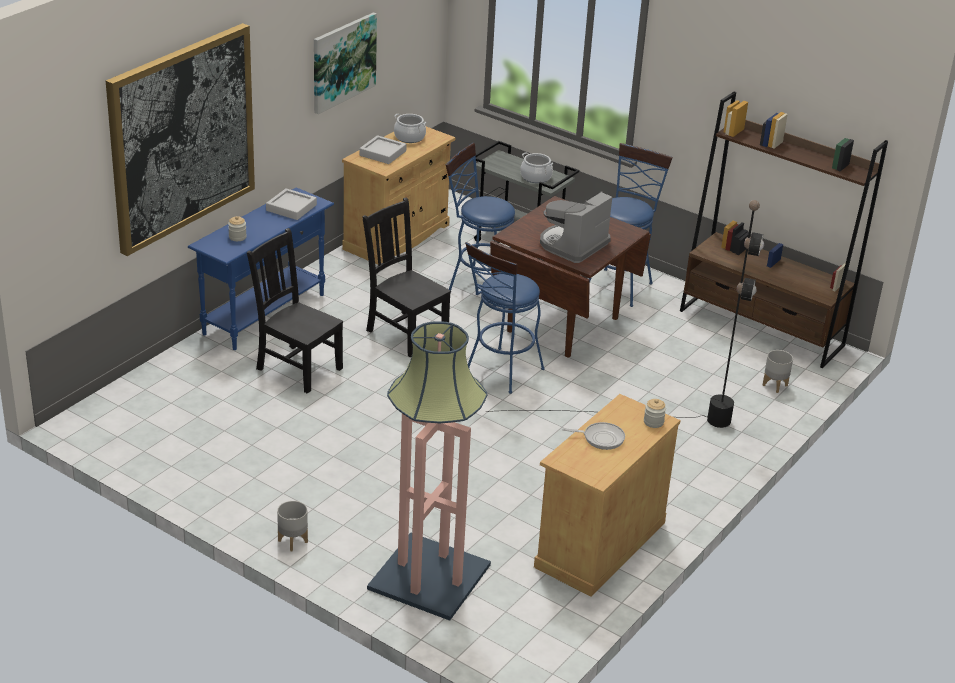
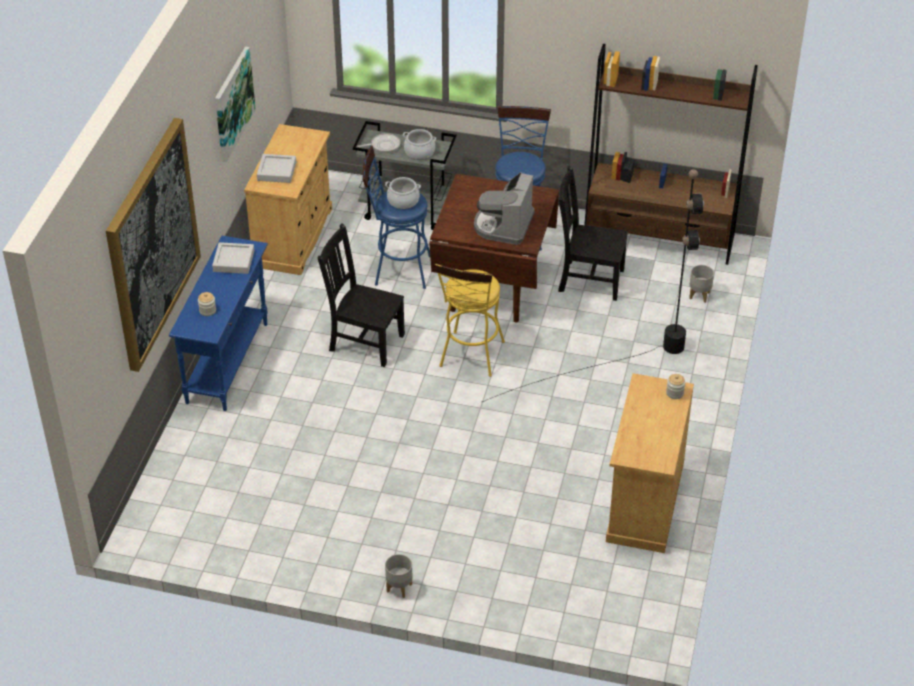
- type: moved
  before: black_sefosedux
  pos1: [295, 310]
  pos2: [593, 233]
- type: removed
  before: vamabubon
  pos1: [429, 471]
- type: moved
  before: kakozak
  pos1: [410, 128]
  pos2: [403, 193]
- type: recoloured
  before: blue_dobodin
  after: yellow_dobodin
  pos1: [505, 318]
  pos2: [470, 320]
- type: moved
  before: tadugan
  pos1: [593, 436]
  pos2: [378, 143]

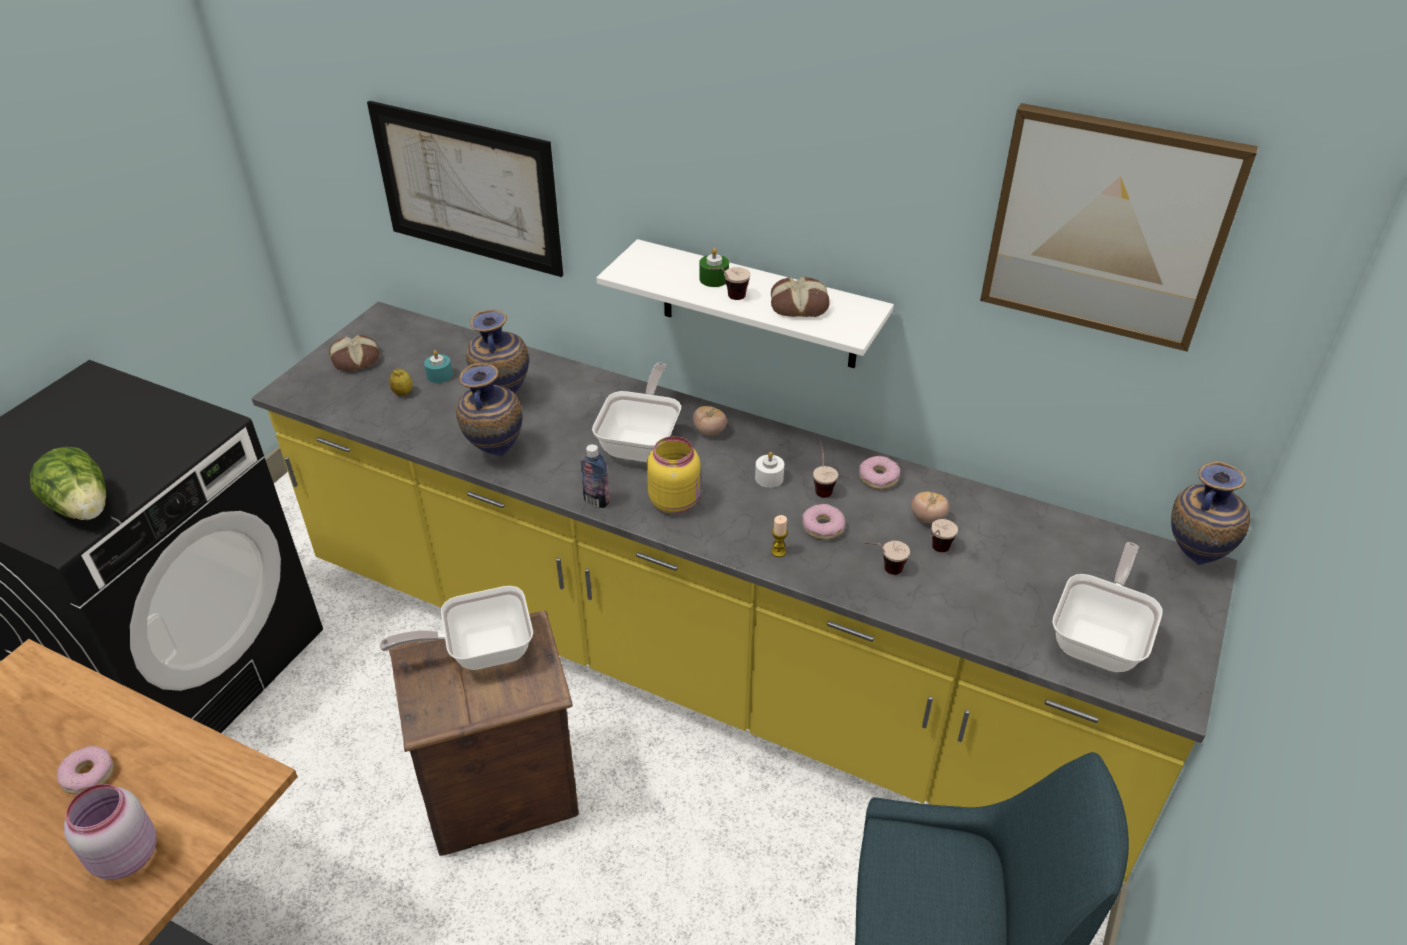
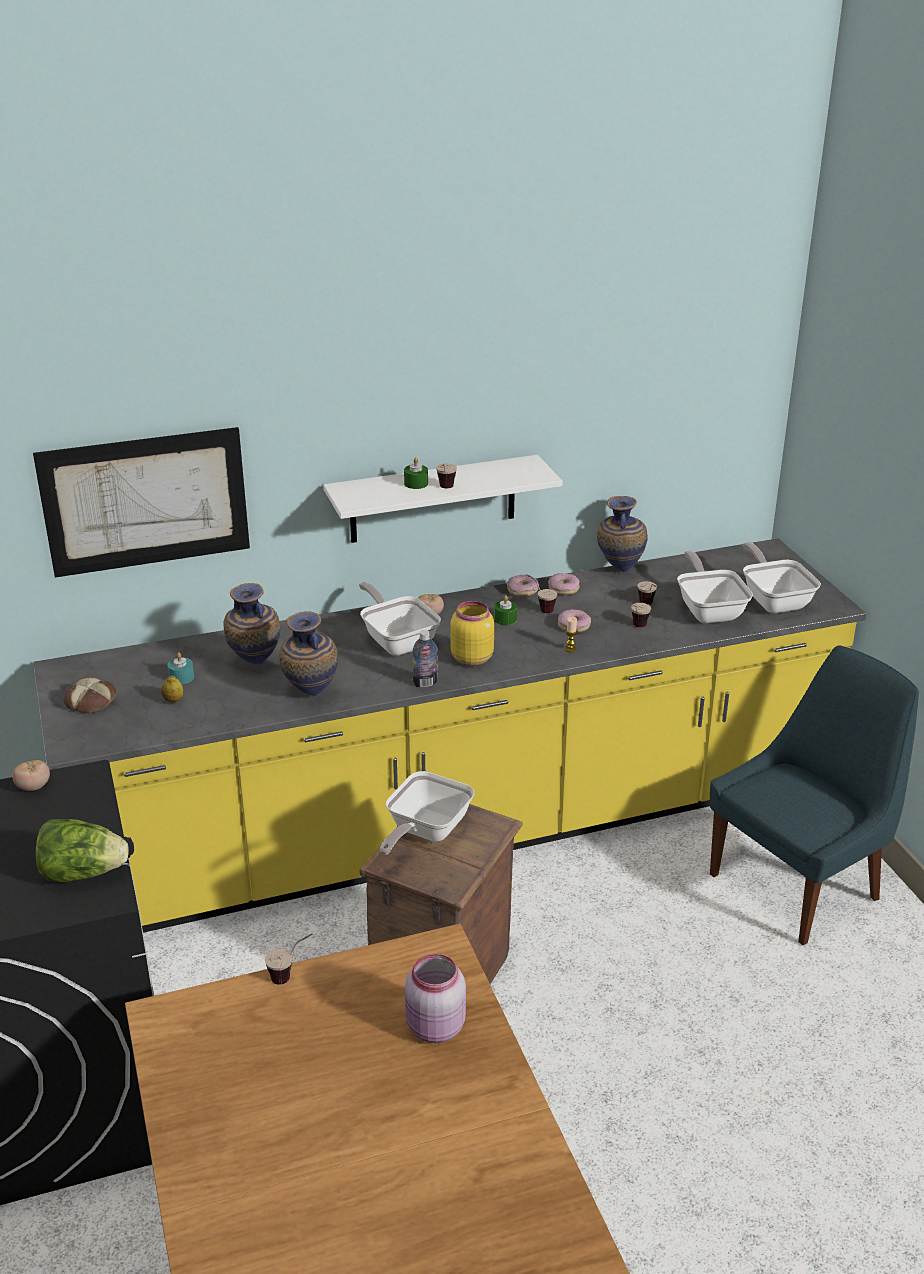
- type: moved
  before: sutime
  pos1: [85, 770]
  pos2: [523, 586]
- type: recoloured
  before: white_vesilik
  after: green_vesilik
  pos1: [769, 470]
  pos2: [505, 610]
- type: removed
  before: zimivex
  pos1: [800, 296]
- type: moved
  before: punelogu
  pos1: [930, 508]
  pos2: [31, 775]
- type: removed
  before: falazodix
  pos1: [1119, 227]
- type: moved
  before: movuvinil
  pos1: [1210, 513]
  pos2: [622, 534]
- type: added
  after: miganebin
  pos2: [289, 959]
- type: added
  after: tadugan
  pos2: [715, 587]

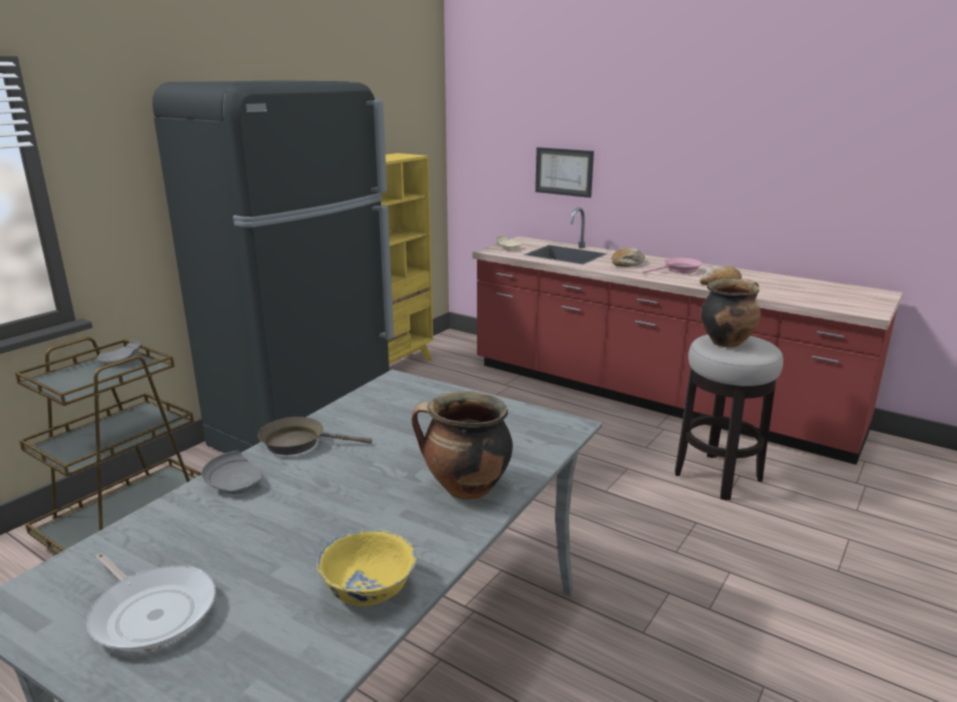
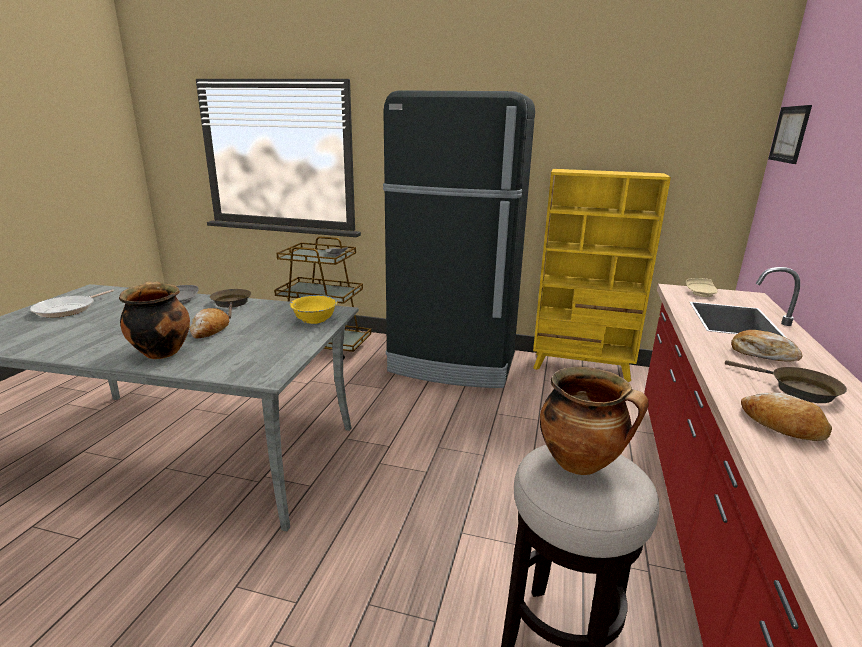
- type: moved
  before: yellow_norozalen
  pos1: [366, 567]
  pos2: [313, 309]
- type: moved
  before: falazodix
  pos1: [564, 172]
  pos2: [790, 134]
- type: recoloured
  before: pink_tadugan
  after: brown_tadugan
  pos1: [672, 265]
  pos2: [786, 381]
- type: added
  after: zimivex
  pos2: [209, 323]

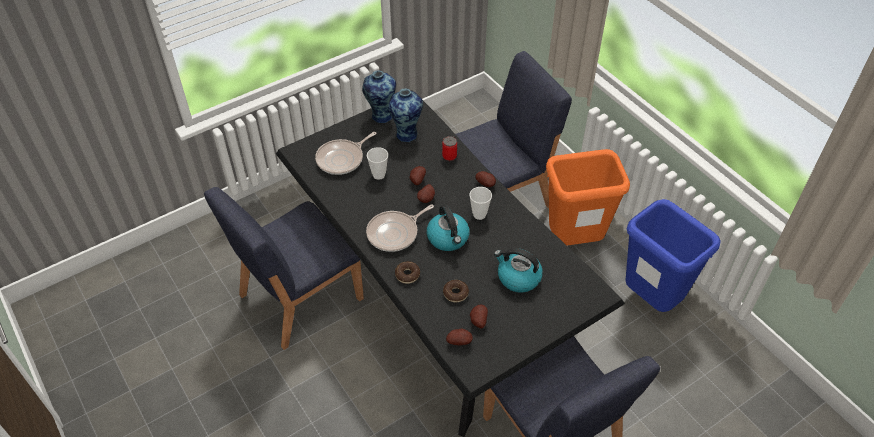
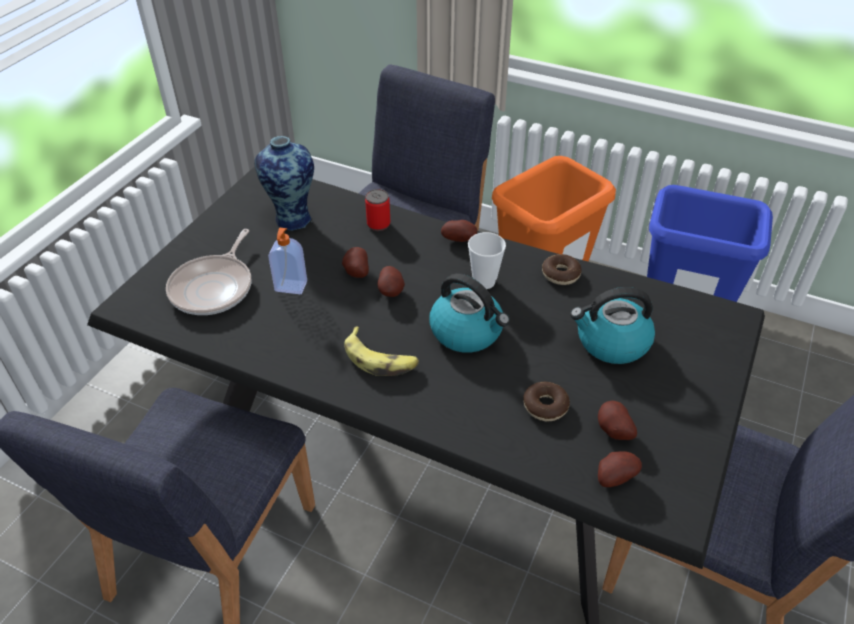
- type: removed
  before: movuvinil
  pos1: [379, 96]
- type: replaced
  before: tadugan
  after: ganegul
  pos1: [400, 228]
  pos2: [381, 351]
- type: replaced
  before: miganebin
  after: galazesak
  pos1: [377, 163]
  pos2: [287, 261]
- type: moved
  before: sutime
  pos1: [407, 272]
  pos2: [562, 269]

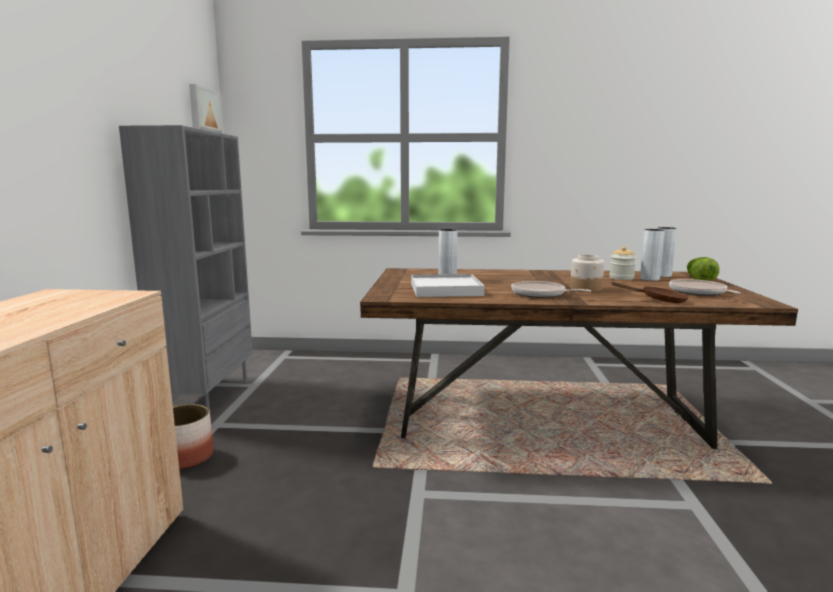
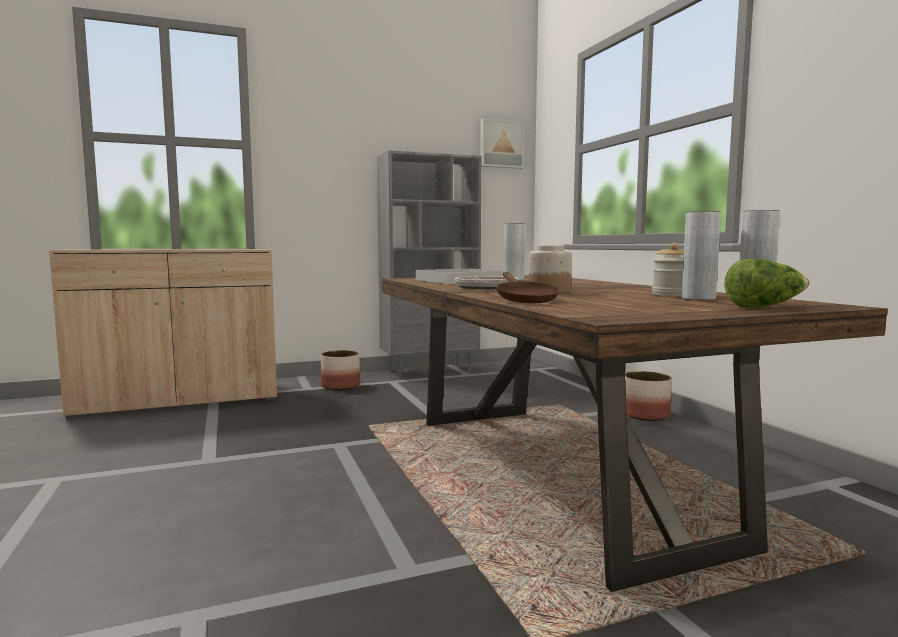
- type: removed
  before: tadugan
  pos1: [705, 287]
- type: added
  after: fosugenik
  pos2: [648, 396]

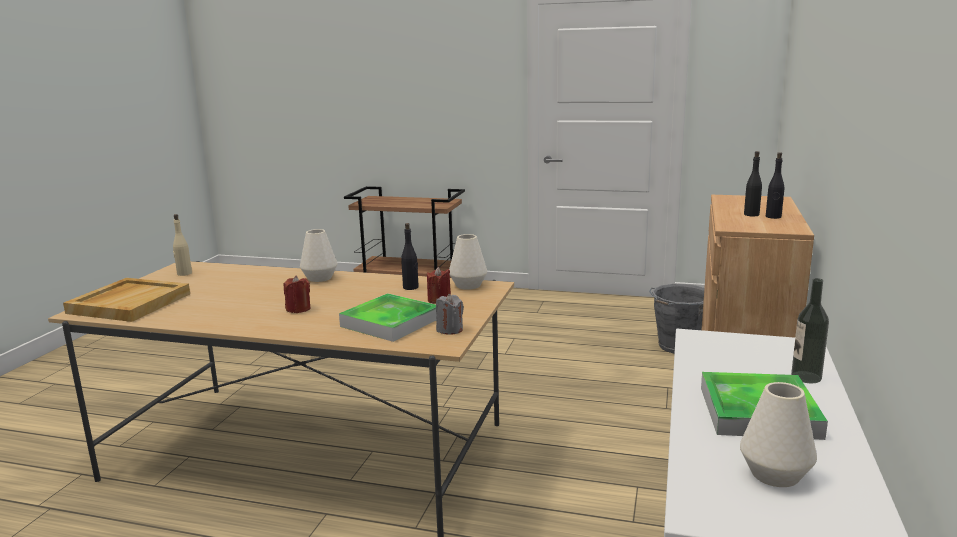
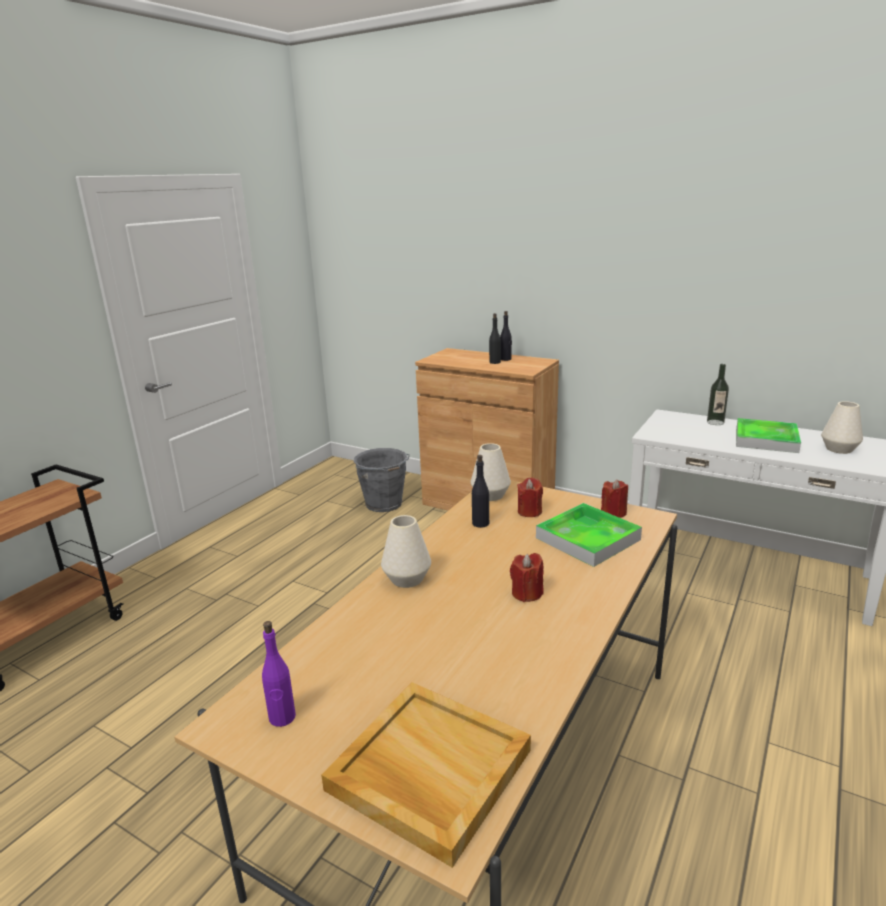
- type: recoloured
  before: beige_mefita
  after: purple_mefita
  pos1: [182, 245]
  pos2: [279, 674]
- type: recoloured
  before: grey_vesilik
  after: red_vesilik
  pos1: [450, 314]
  pos2: [614, 499]

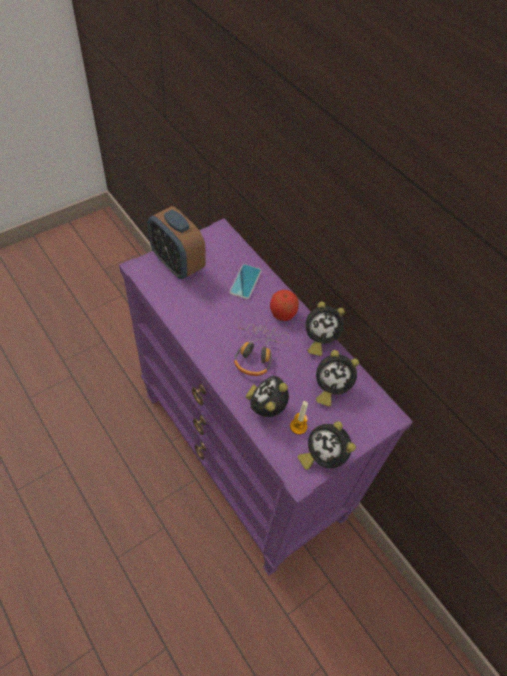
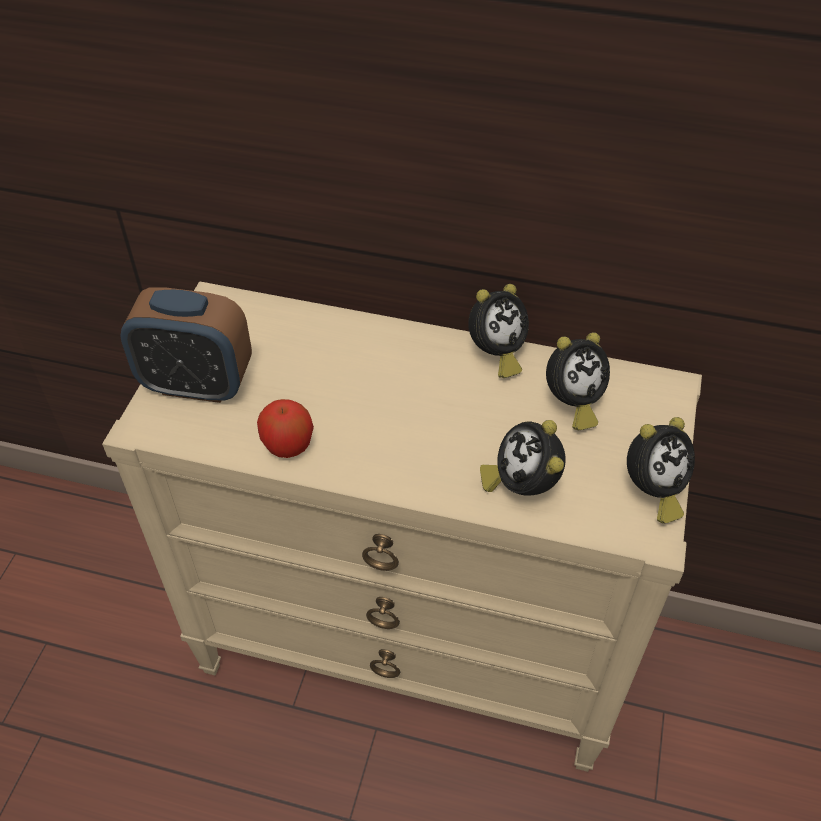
- type: recoloured
  before: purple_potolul
  after: beige_potolul
  pos1: [266, 397]
  pos2: [402, 526]
- type: removed
  before: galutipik
  pos1: [245, 281]
- type: removed
  before: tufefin
  pos1: [261, 350]
- type: moved
  before: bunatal
  pos1: [284, 305]
  pos2: [285, 428]
- type: removed
  before: vesilik
  pos1: [299, 418]
- type: turned
  before: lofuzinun
  pos1: [327, 445]
  pos2: [661, 470]
  turn: -45

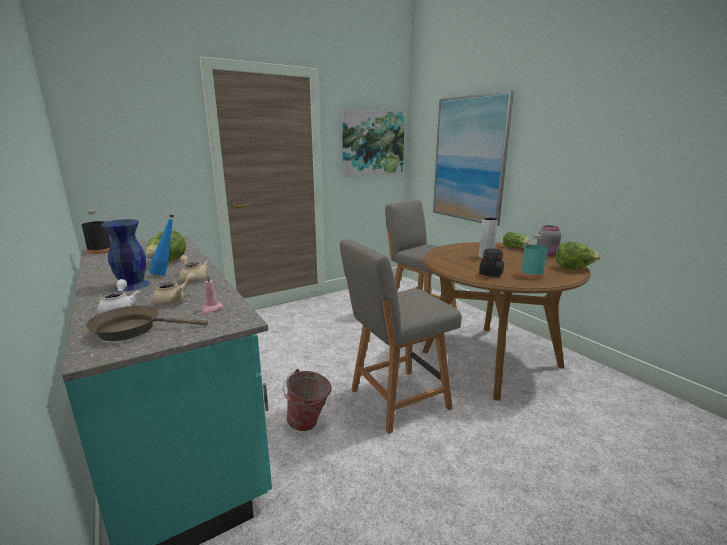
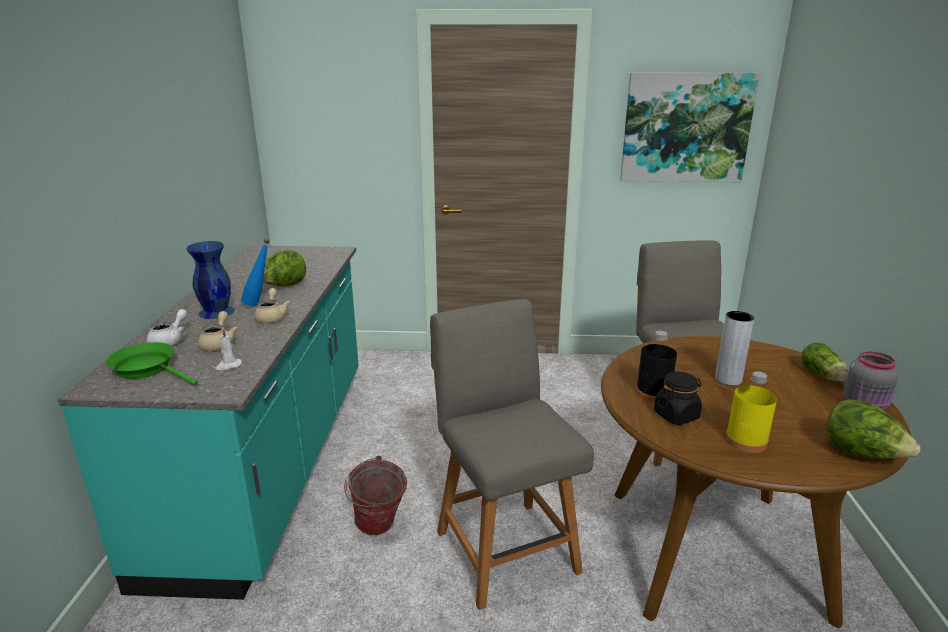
- type: moved
  before: black_mefita
  pos1: [96, 232]
  pos2: [656, 366]
- type: recoloured
  before: brown_tadugan
  after: green_tadugan
  pos1: [147, 323]
  pos2: [151, 363]
- type: turned
  before: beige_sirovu
  pos1: [174, 289]
  pos2: [218, 331]
  turn: -75
- type: recoloured
  before: pink_vesilik
  after: white_vesilik
  pos1: [212, 294]
  pos2: [228, 349]
- type: turned
  before: grey_sefosedux
  pos1: [401, 336]
  pos2: [512, 454]
  turn: 60
- type: removed
  before: falazodix
  pos1: [473, 158]
- type: recoloured
  before: turquoise_mefita
  after: yellow_mefita
  pos1: [534, 256]
  pos2: [751, 412]

